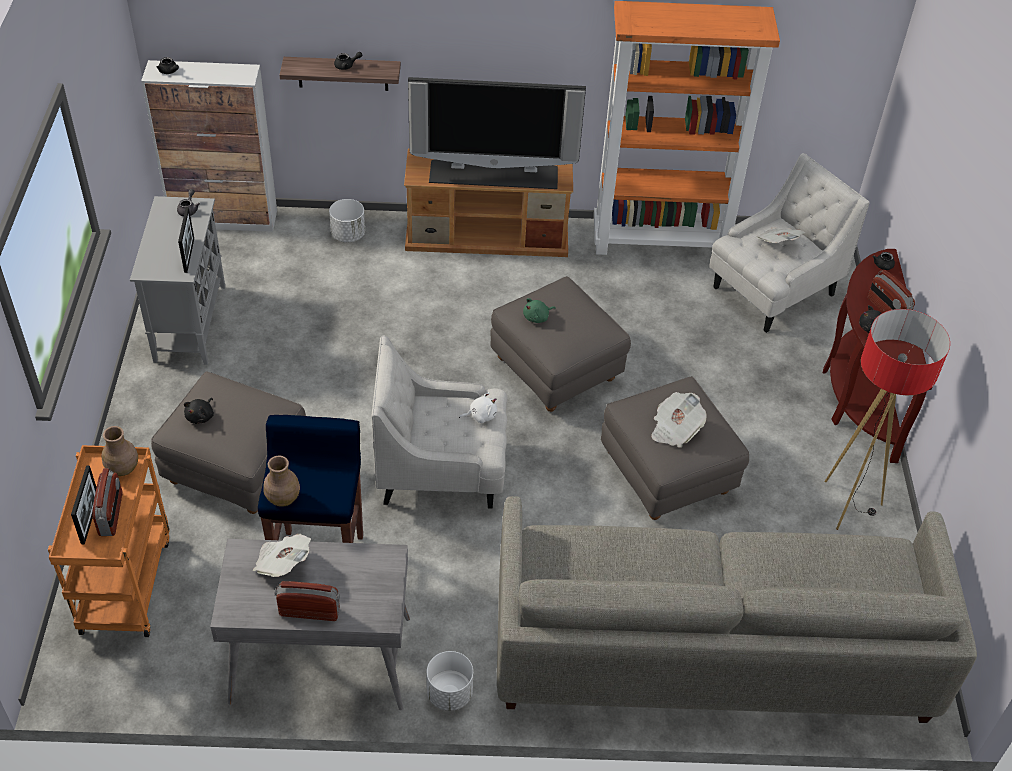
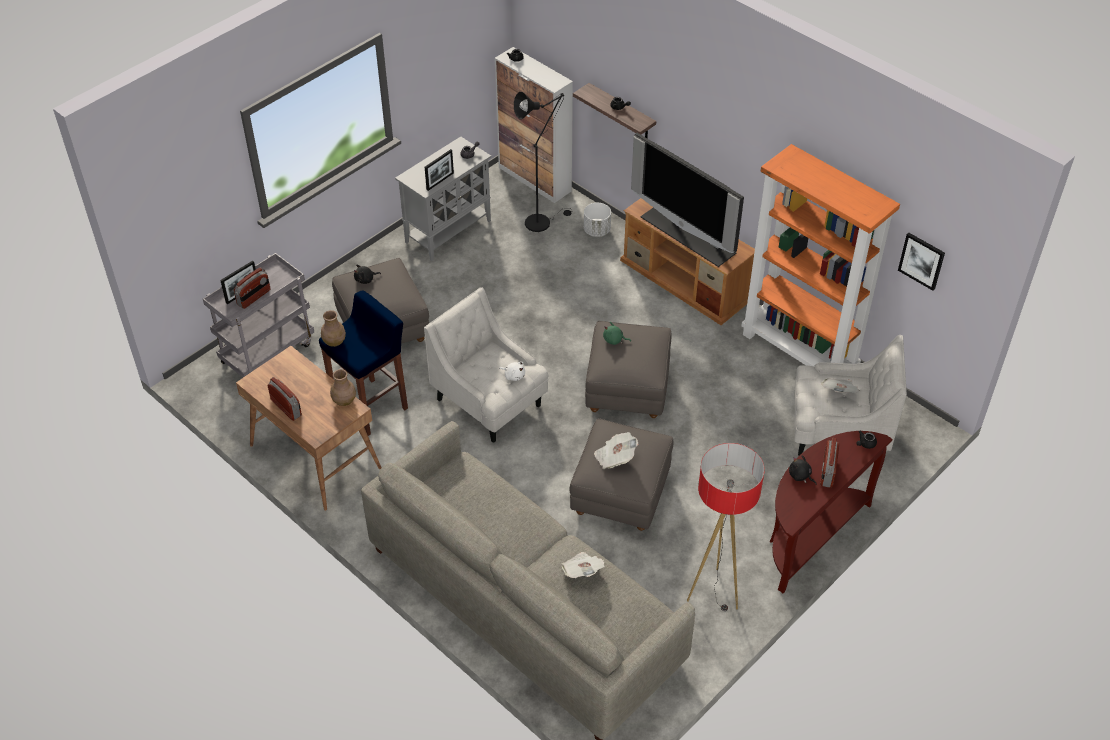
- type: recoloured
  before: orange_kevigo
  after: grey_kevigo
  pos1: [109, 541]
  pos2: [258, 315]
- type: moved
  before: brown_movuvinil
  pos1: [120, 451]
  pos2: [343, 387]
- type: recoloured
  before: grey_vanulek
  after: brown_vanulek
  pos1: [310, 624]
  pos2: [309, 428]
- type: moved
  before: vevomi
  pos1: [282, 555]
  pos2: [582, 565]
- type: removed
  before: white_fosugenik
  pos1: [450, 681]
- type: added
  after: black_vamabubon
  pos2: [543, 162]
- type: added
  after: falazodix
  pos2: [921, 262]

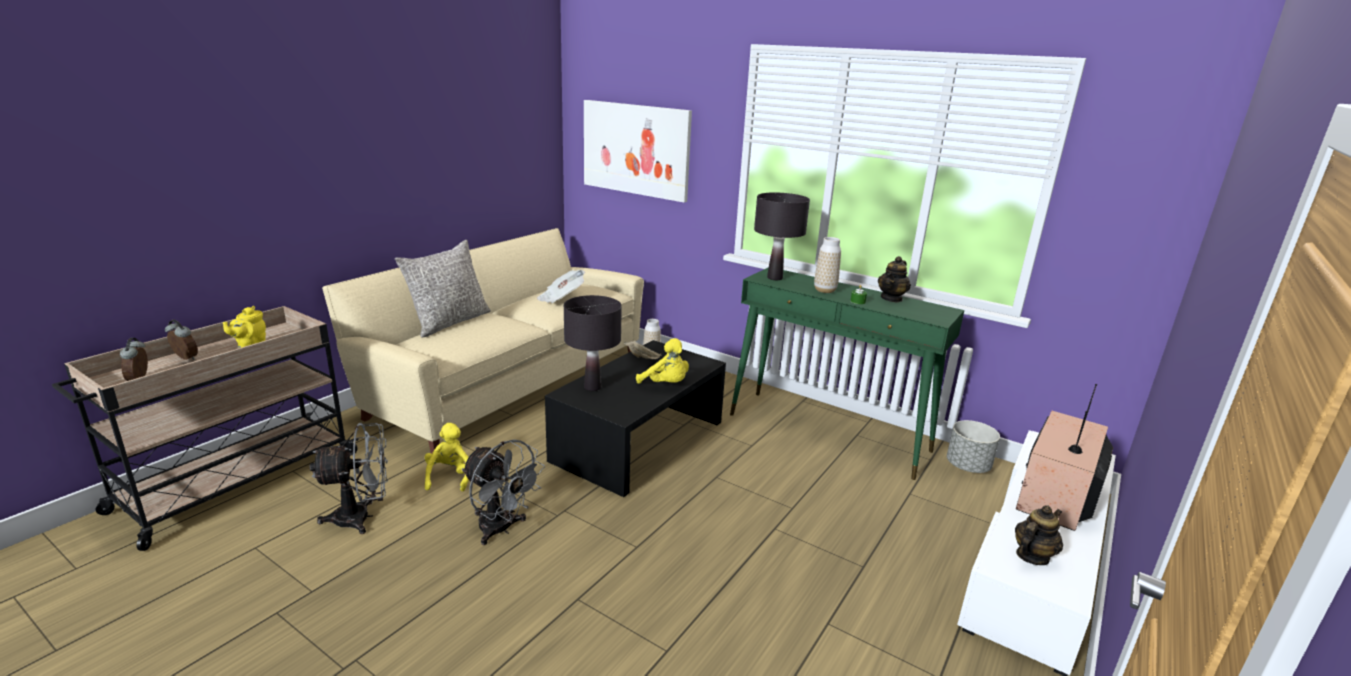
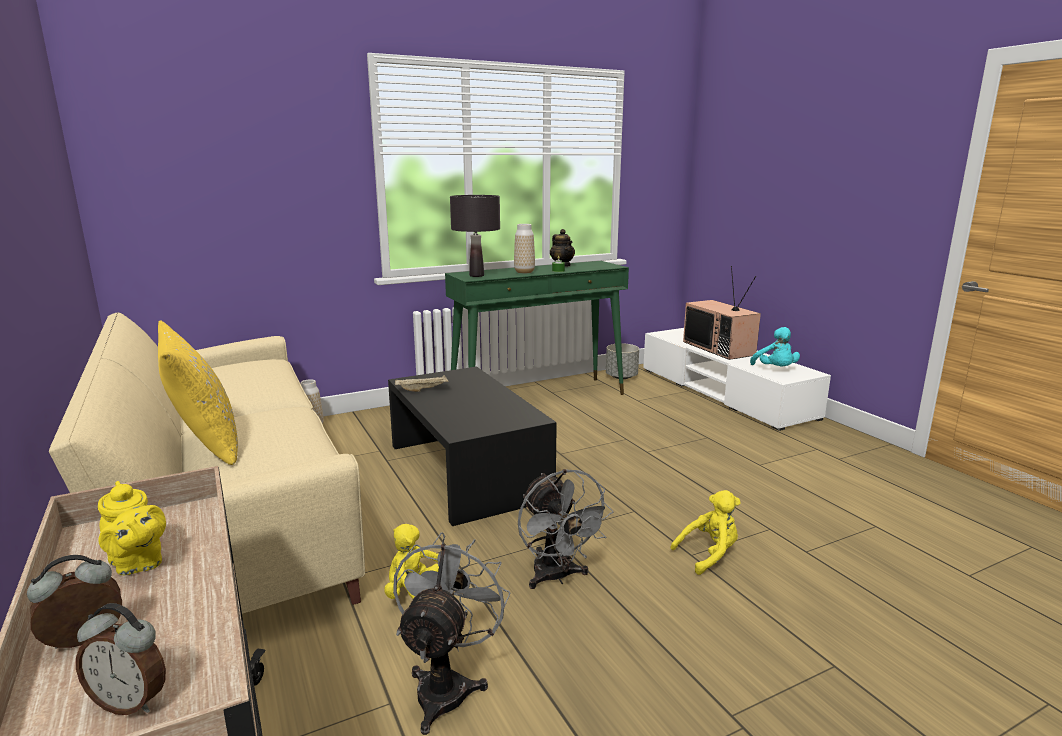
- type: recoloured
  before: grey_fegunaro
  after: yellow_fegunaro
  pos1: [443, 288]
  pos2: [198, 393]
- type: turned
  before: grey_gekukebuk
  pos1: [503, 492]
  pos2: [566, 529]
  turn: 90
- type: removed
  before: vevomi
  pos1: [561, 286]
- type: removed
  before: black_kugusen
  pos1: [593, 343]
- type: removed
  before: falazodix
  pos1: [638, 151]
- type: moved
  before: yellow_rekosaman
  pos1: [662, 361]
  pos2: [705, 532]
- type: replaced
  before: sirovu
  after: turquoise_rekosaman
  pos1: [1039, 535]
  pos2: [775, 346]

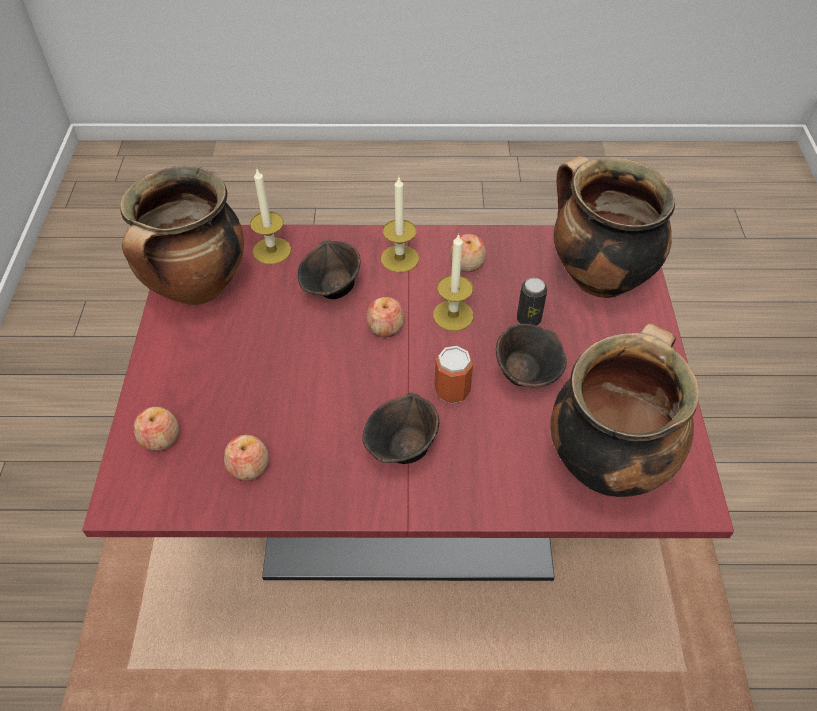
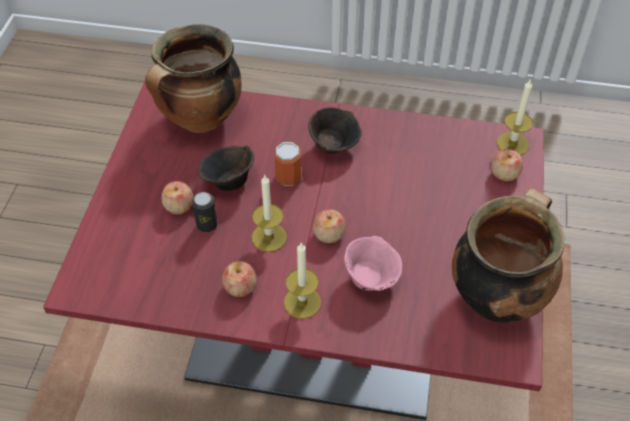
- type: moved
  before: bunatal
  pos1: [246, 458]
  pos2: [177, 197]
- type: moved
  before: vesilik
  pos1: [270, 217]
  pos2: [515, 117]
- type: recoloured
  before: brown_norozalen
  after: pink_norozalen
  pos1: [329, 269]
  pos2: [373, 263]
- type: removed
  before: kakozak
  pos1: [614, 227]

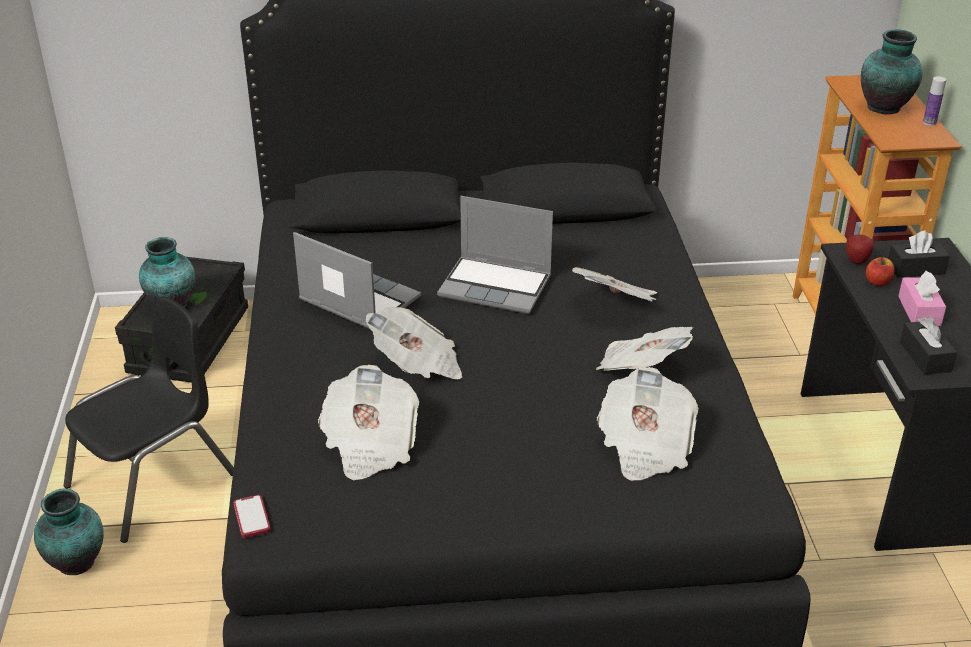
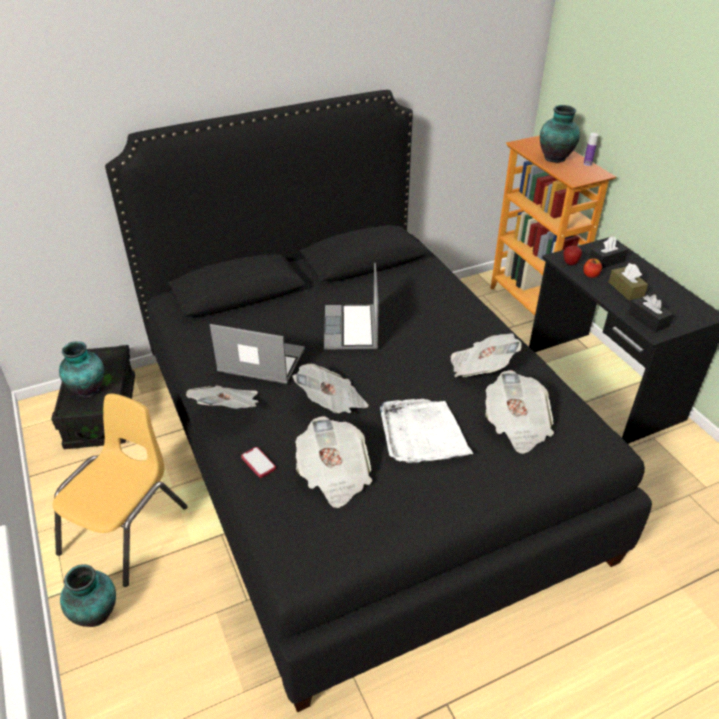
- type: recoloured
  before: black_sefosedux
  after: yellow_sefosedux
  pos1: [148, 420]
  pos2: [120, 490]
- type: moved
  before: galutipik
  pos1: [252, 516]
  pos2: [258, 462]
- type: turned
  before: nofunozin
  pos1: [495, 255]
  pos2: [351, 306]
  turn: 90
- type: moved
  before: vevomi
  pos1: [614, 284]
  pos2: [222, 397]
- type: recoloured
  before: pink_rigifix
  after: brown_rigifix
  pos1: [922, 298]
  pos2: [628, 281]
- type: added
  after: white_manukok
  pos2: [426, 431]

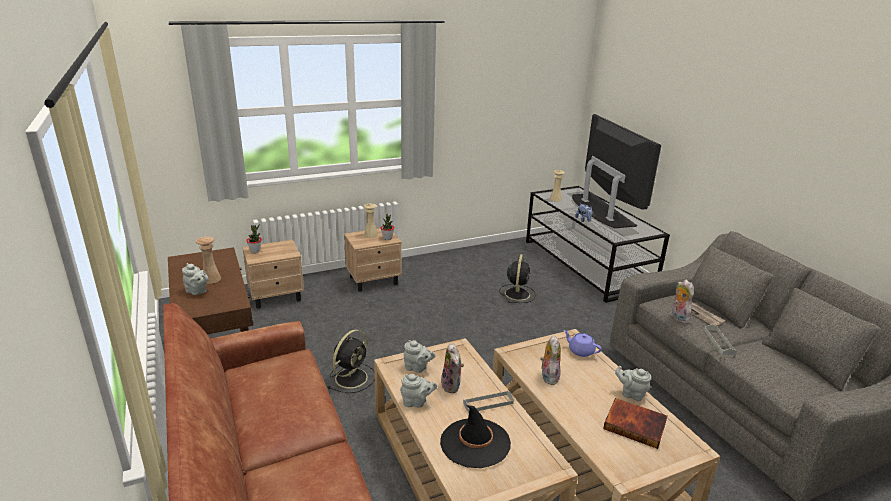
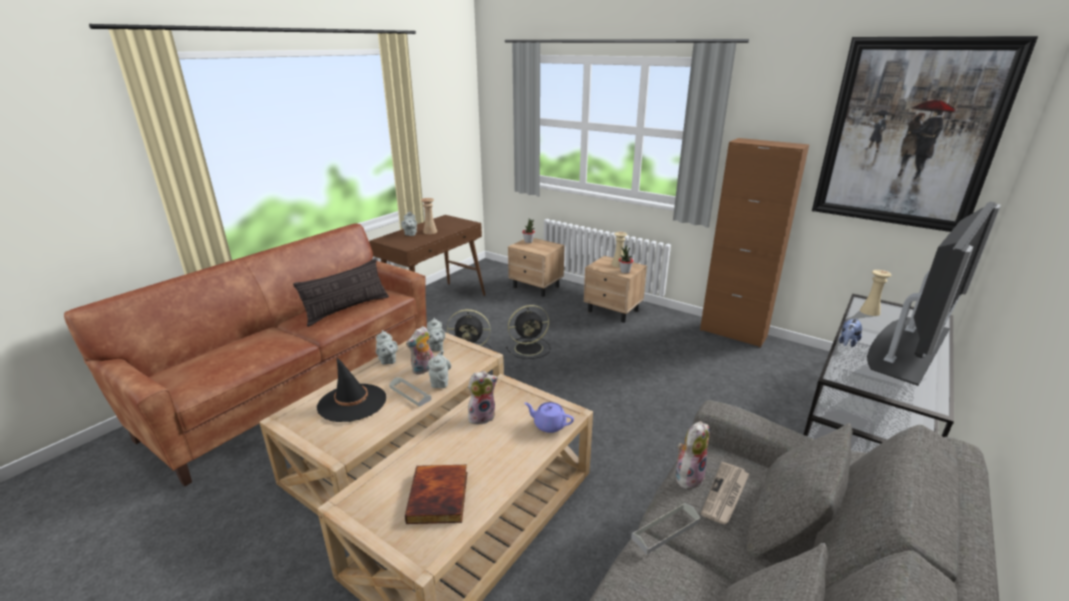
- type: moved
  before: black_gekukebuk
  pos1: [517, 278]
  pos2: [528, 332]
- type: turned
  before: purple_sirovu
  pos1: [582, 343]
  pos2: [549, 417]
  turn: -75
- type: moved
  before: grey_sirovu
  pos1: [633, 383]
  pos2: [439, 369]
- type: added
  after: fegunaro
  pos2: [341, 292]
- type: added
  after: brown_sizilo
  pos2: [754, 243]
- type: added
  after: falazodix
  pos2: [925, 134]

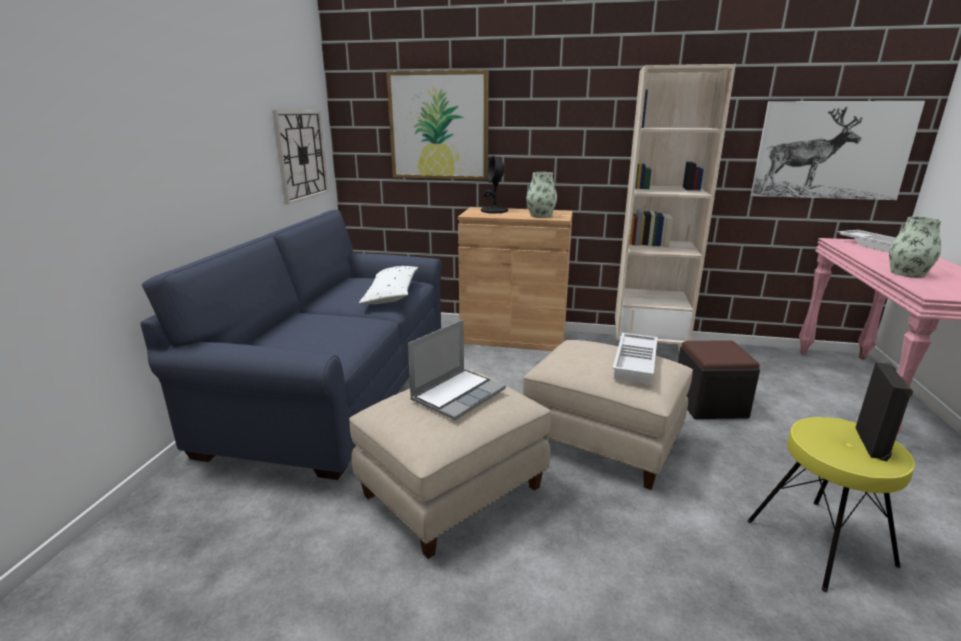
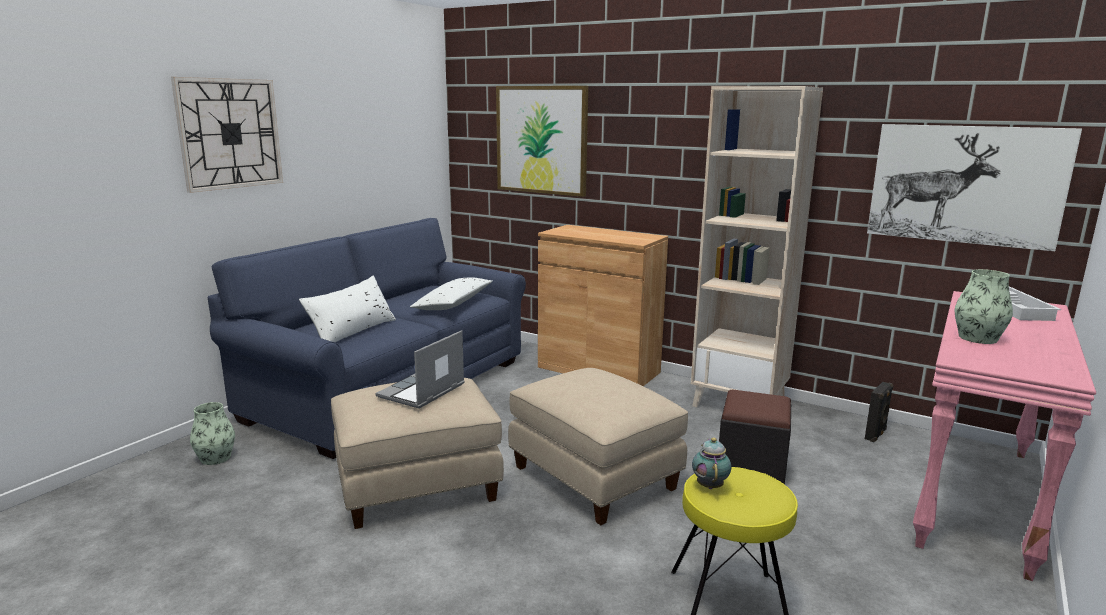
- type: moved
  before: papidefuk
  pos1: [300, 158]
  pos2: [227, 135]
- type: turned
  before: nofunozin
  pos1: [457, 370]
  pos2: [420, 369]
  turn: 150
- type: removed
  before: black_kugusen
  pos1: [494, 184]
- type: moved
  before: movuvinil
  pos1: [541, 195]
  pos2: [212, 433]
- type: removed
  before: white_manukok
  pos1: [635, 358]
- type: moved
  before: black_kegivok
  pos1: [884, 411]
  pos2: [879, 412]
- type: added
  after: white_fegunaro
  pos2: [347, 309]
- type: added
  after: sirovu
  pos2: [711, 463]

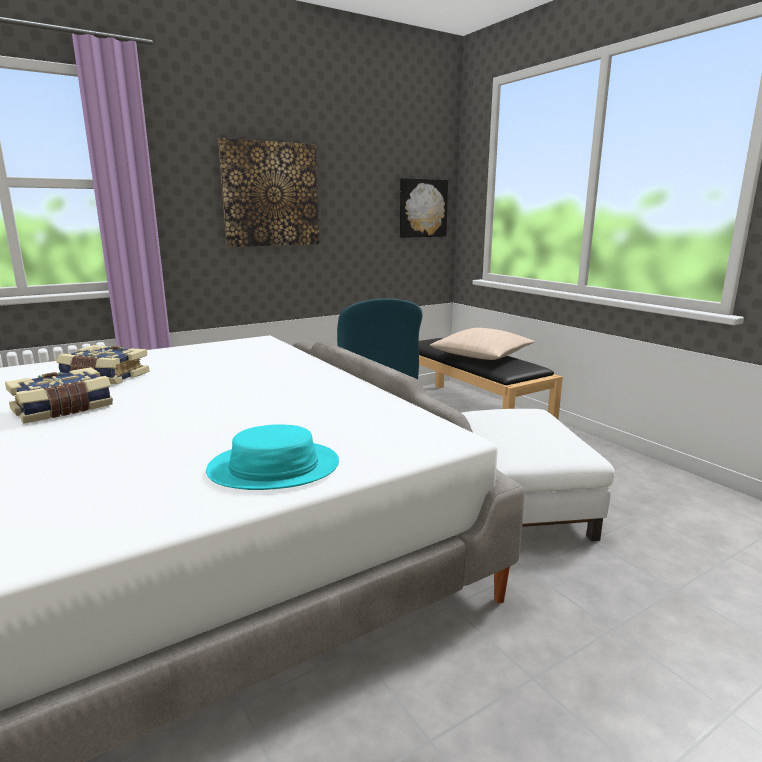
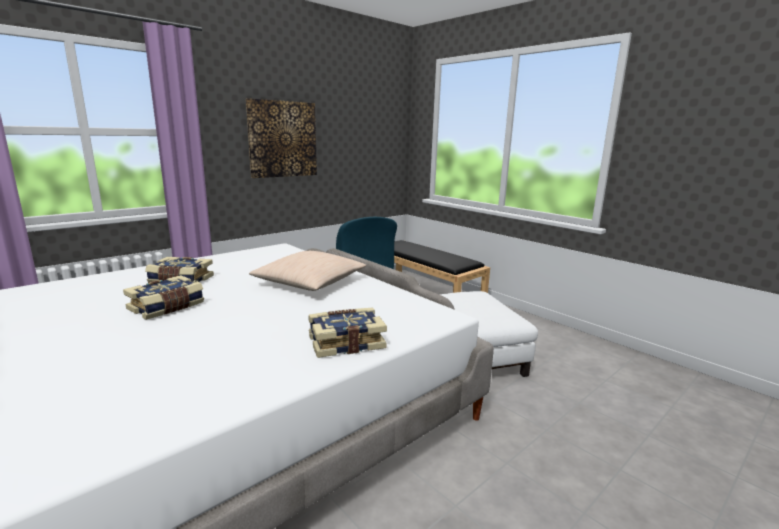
- type: replaced
  before: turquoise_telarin
  after: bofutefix
  pos1: [272, 457]
  pos2: [347, 333]
- type: removed
  before: falazodix
  pos1: [424, 208]
- type: moved
  before: beige_fegunaro
  pos1: [482, 344]
  pos2: [307, 271]

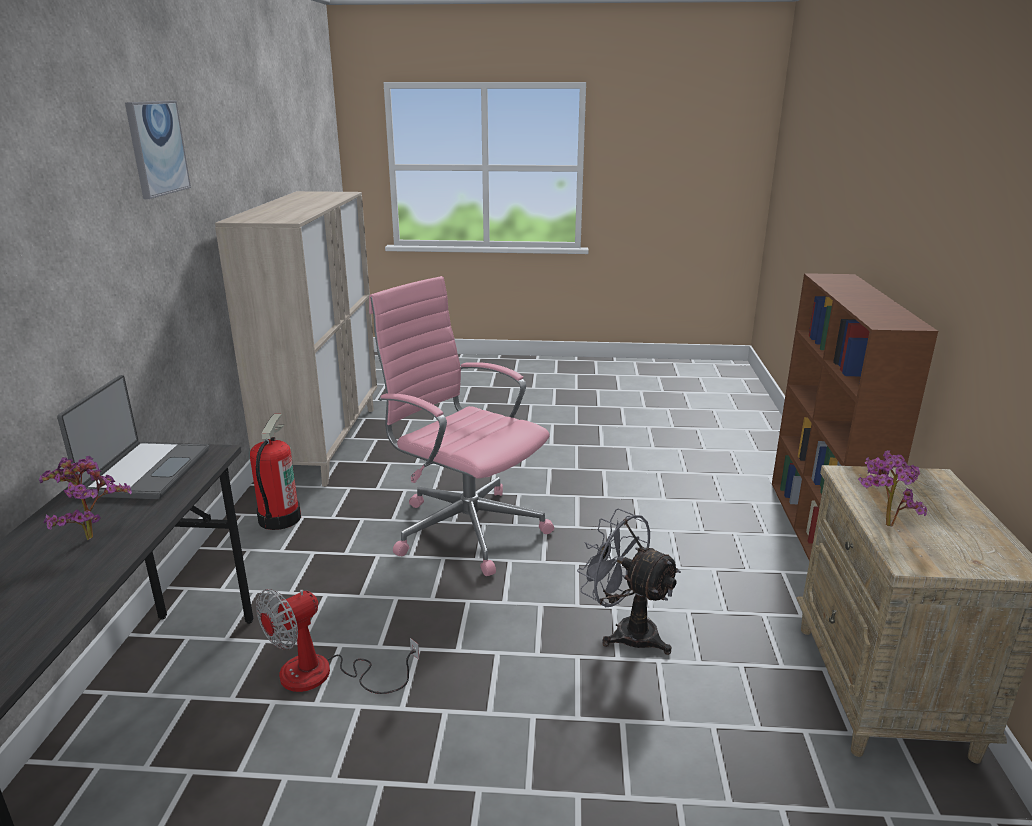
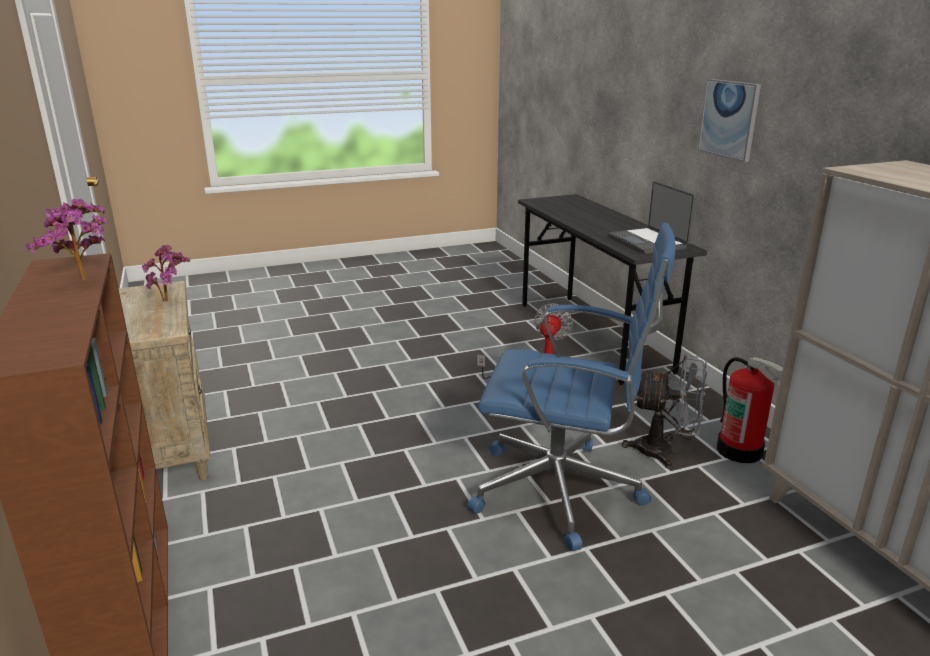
- type: moved
  before: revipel
  pos1: [85, 498]
  pos2: [66, 239]
- type: moved
  before: falazodix
  pos1: [158, 150]
  pos2: [729, 120]
- type: recoloured
  before: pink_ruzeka
  after: blue_ruzeka
  pos1: [461, 426]
  pos2: [571, 387]
- type: moved
  before: grey_gekukebuk
  pos1: [629, 581]
  pos2: [664, 411]

